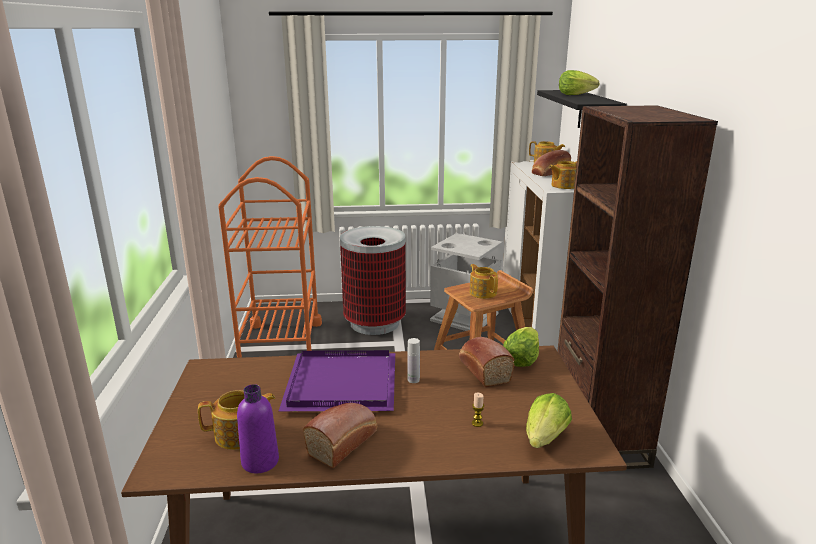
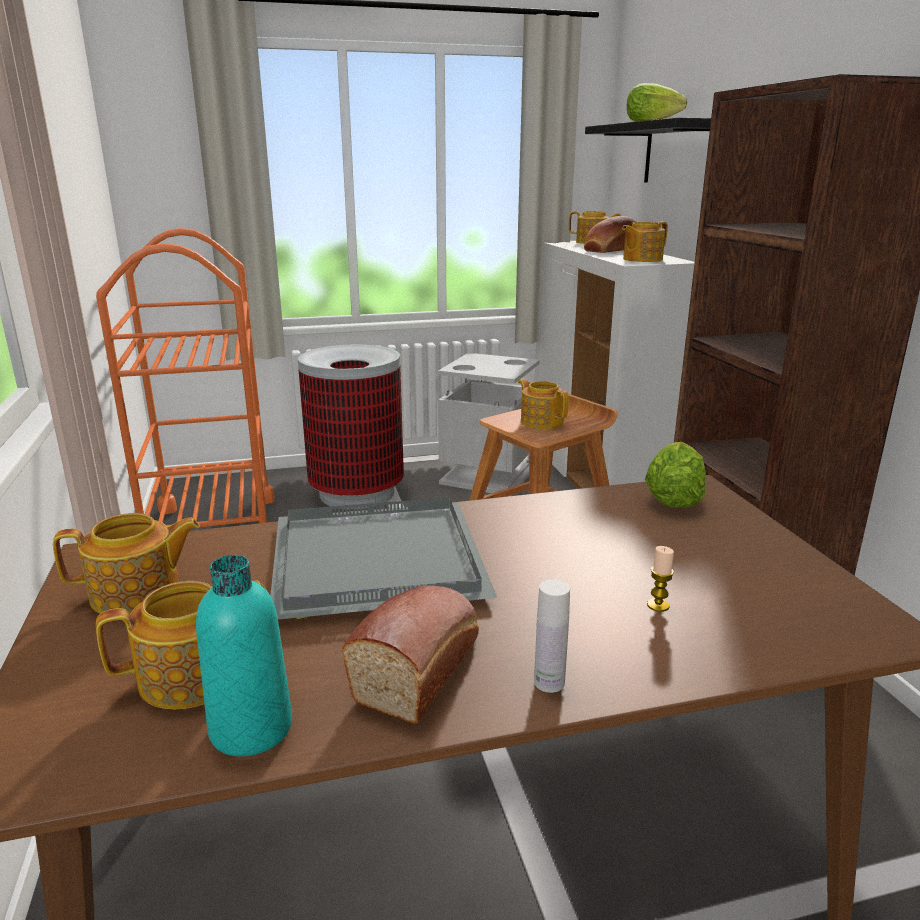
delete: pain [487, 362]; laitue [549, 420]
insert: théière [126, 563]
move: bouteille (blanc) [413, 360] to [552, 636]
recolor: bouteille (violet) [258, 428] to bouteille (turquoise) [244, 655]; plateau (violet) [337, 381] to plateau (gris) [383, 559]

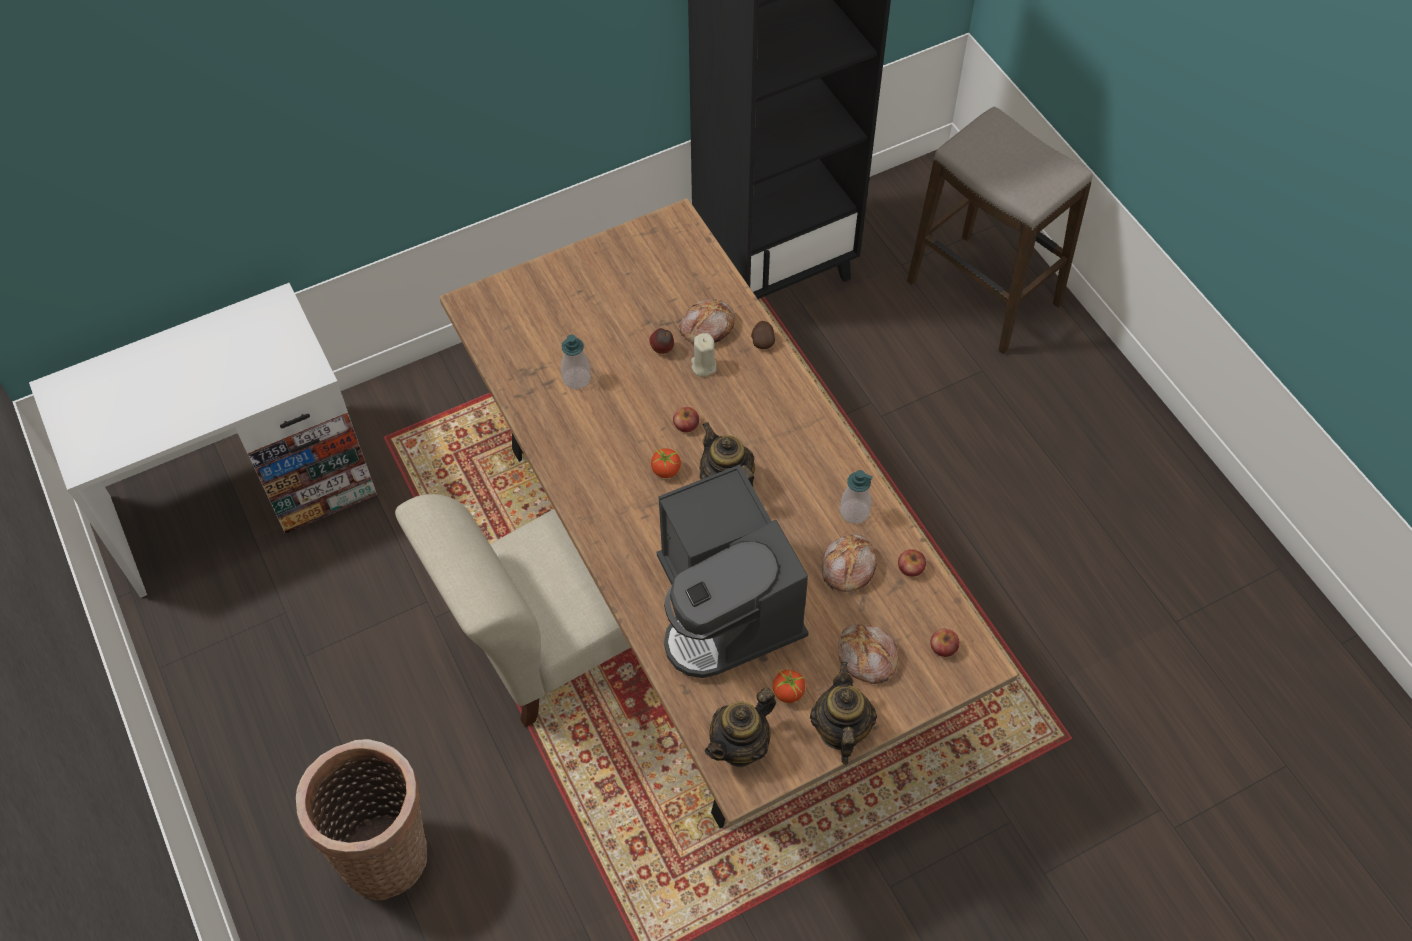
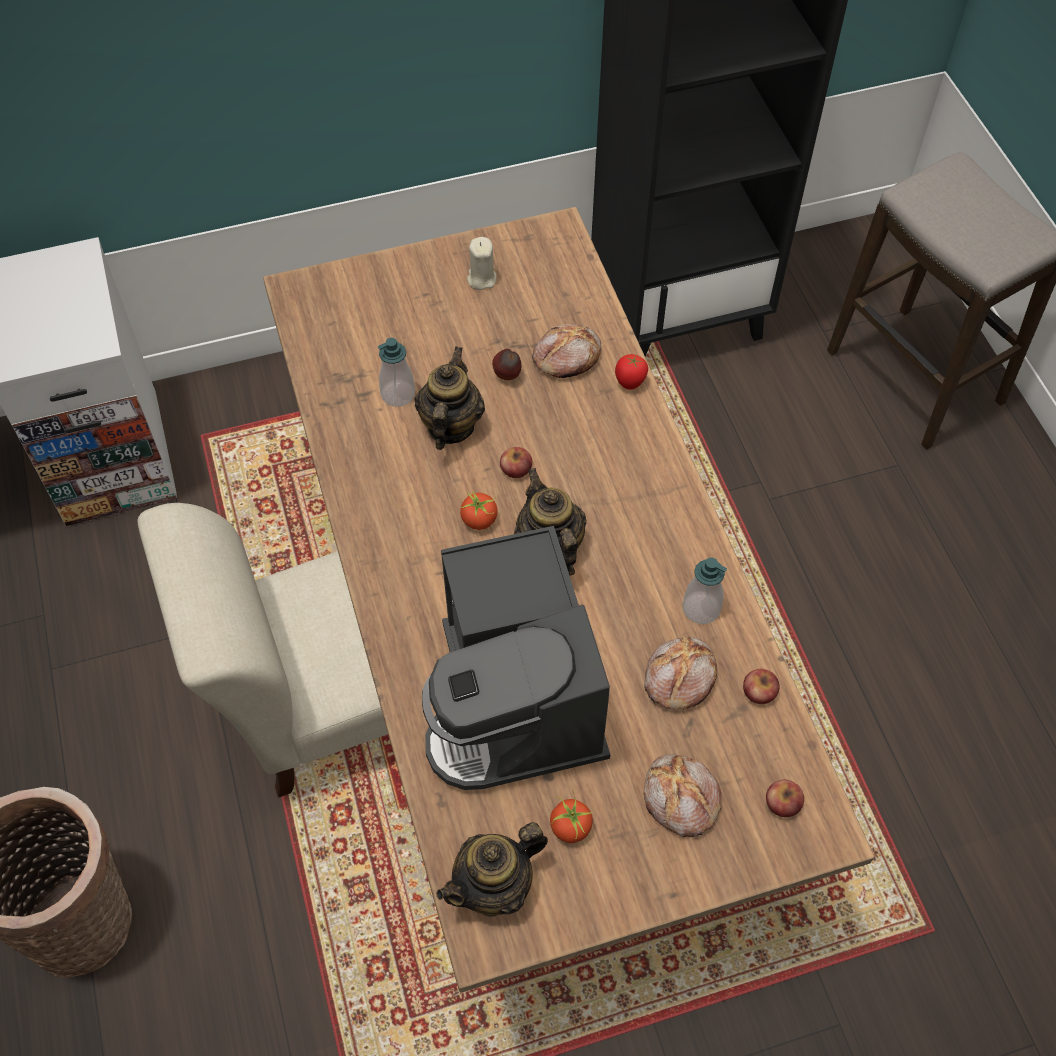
move: théière [843, 713] to [450, 398]; bougie (beige) [704, 355] to [481, 263]
replace: pomme de terre [763, 335] to tomate [631, 372]

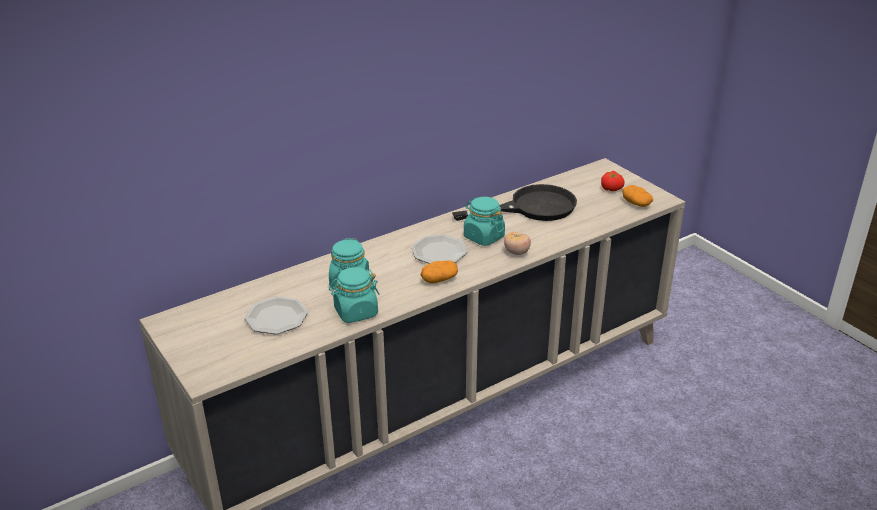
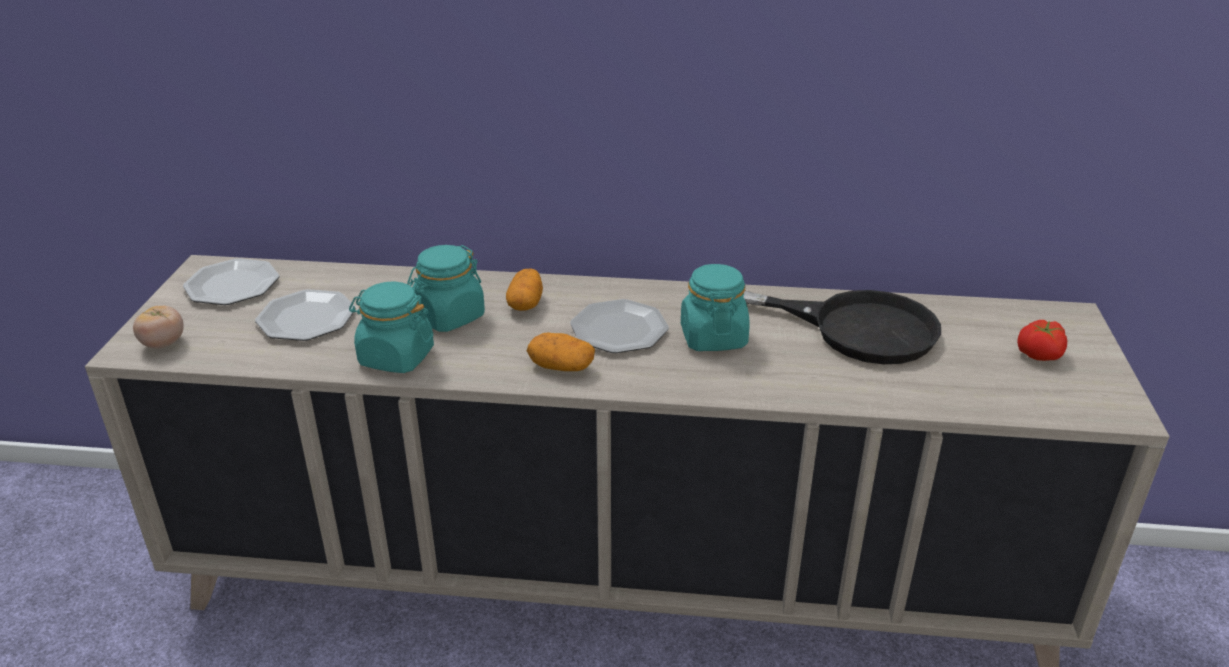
insert: assiette [231, 281]
move: tomate [517, 243] to [158, 327]; pomme de terre [637, 196] to [524, 290]

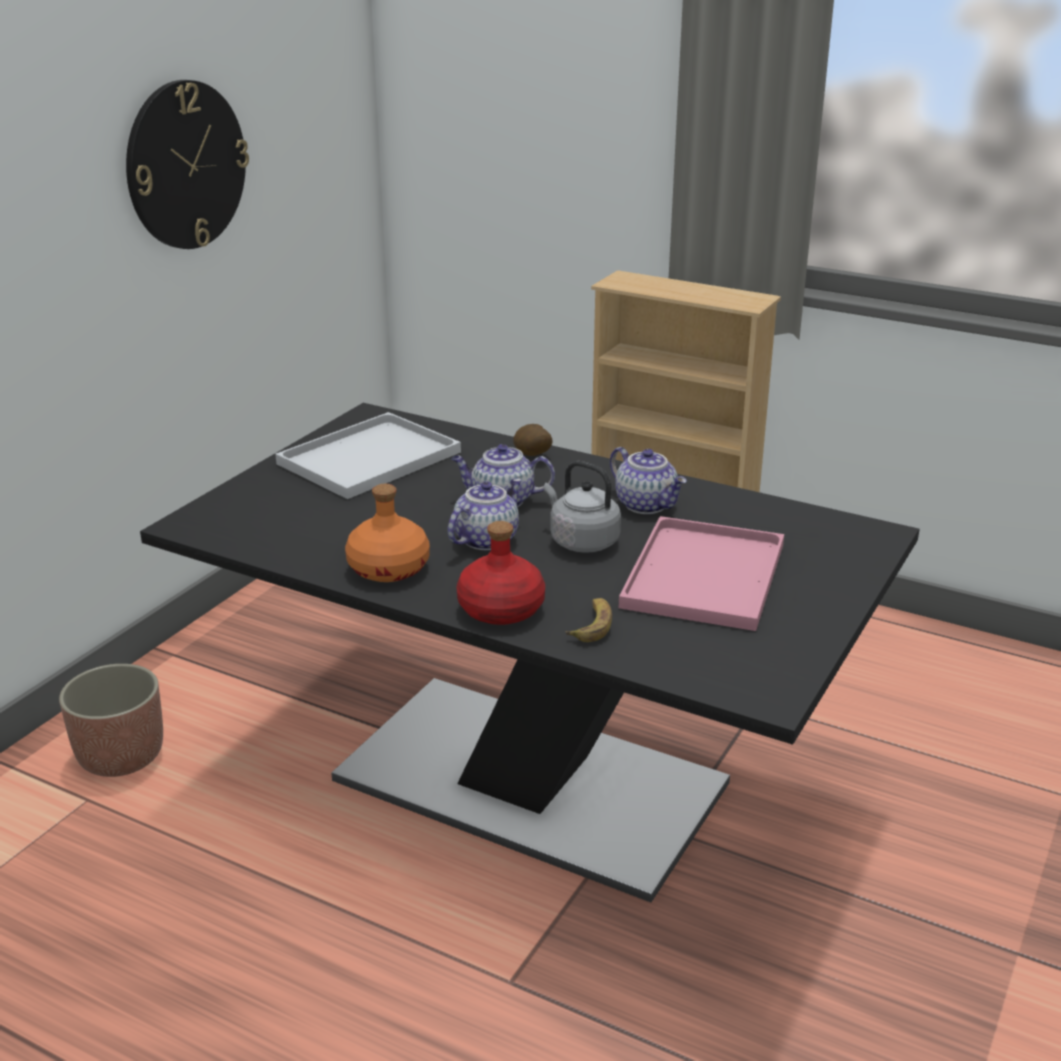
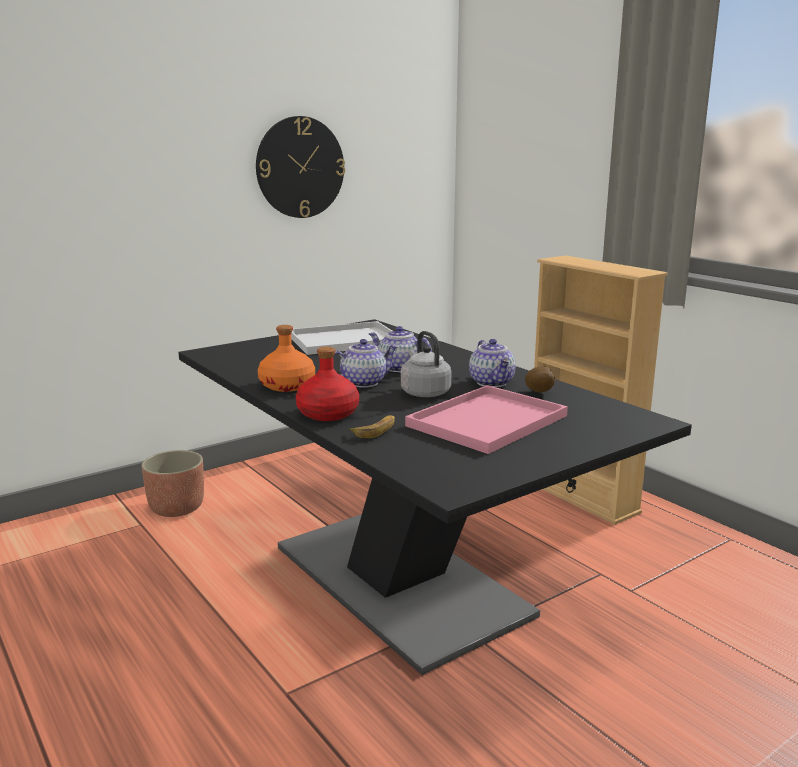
move: pomme de terre [532, 440] to [540, 379]

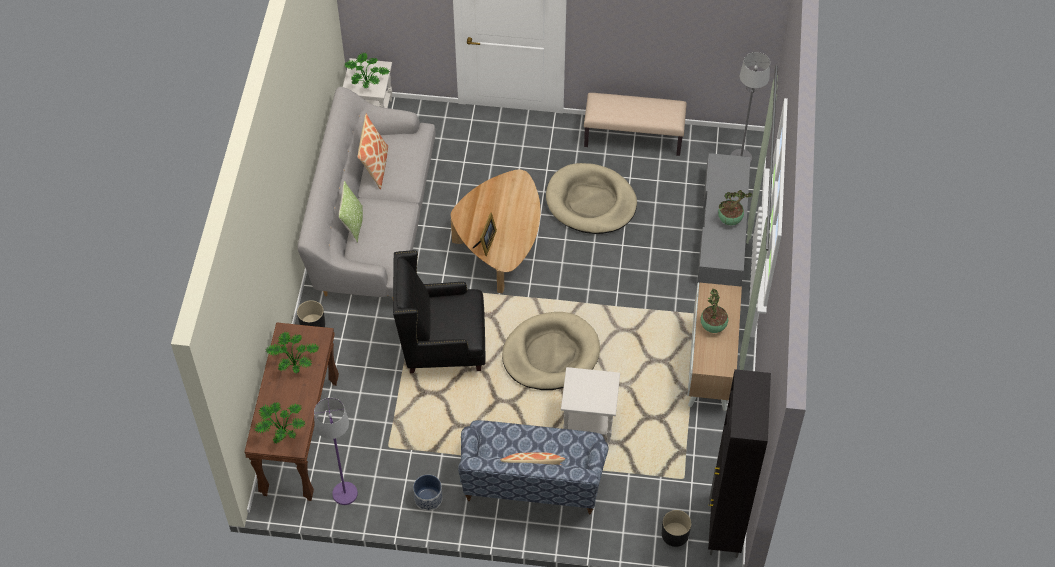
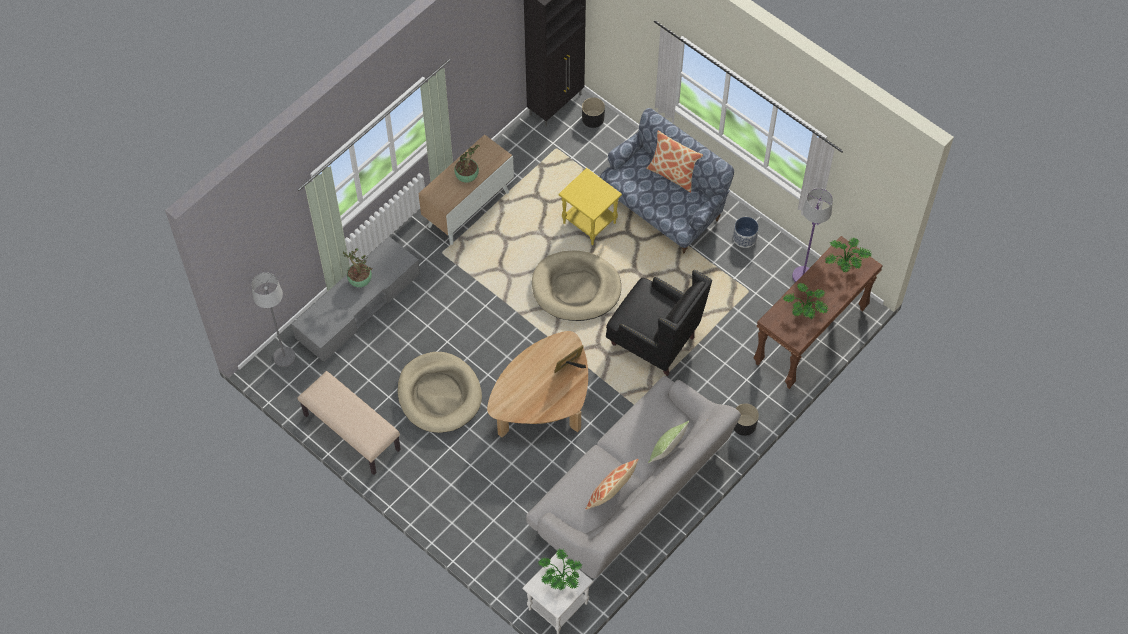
recolor: table d'appoint (blanc) [590, 404] to table d'appoint (jaune) [590, 206]

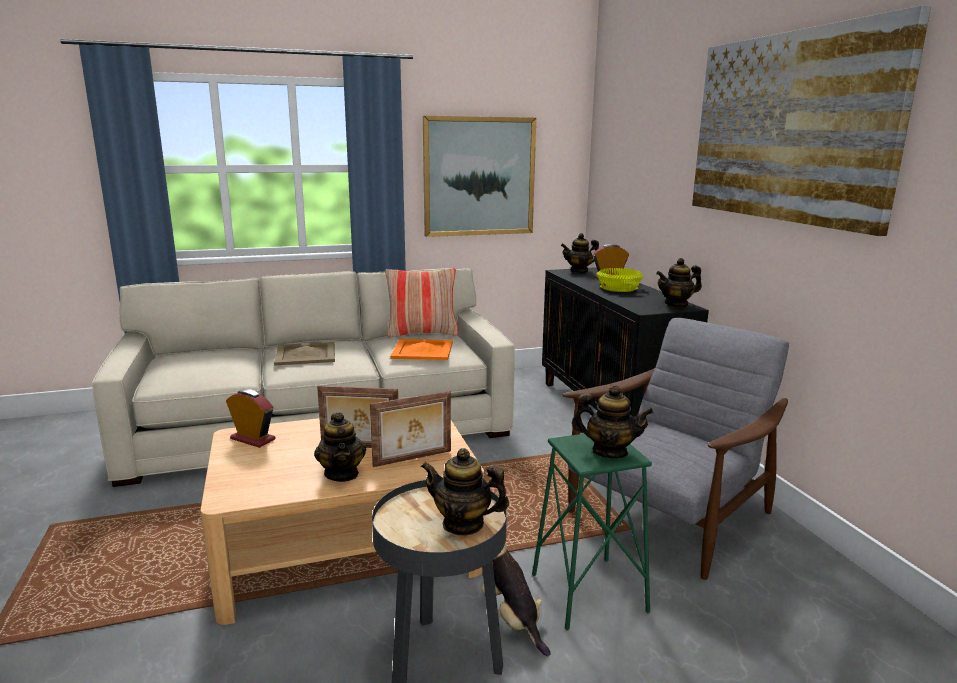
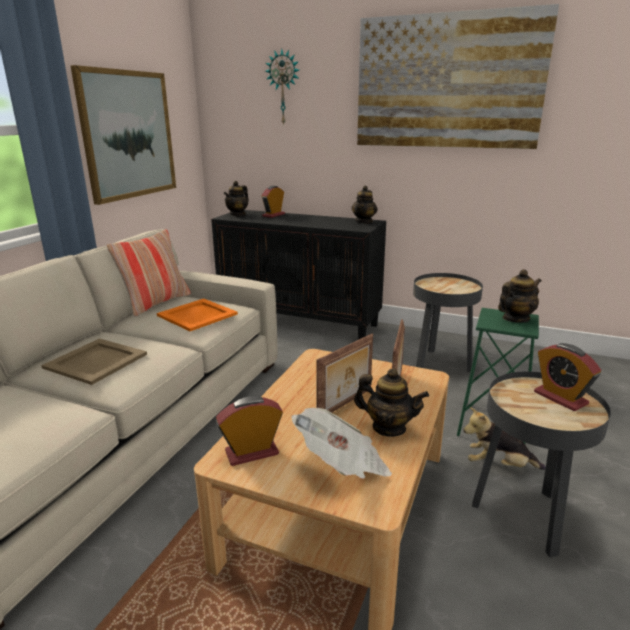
delete: bol (jaune) [620, 280]
insert: horloge murale [282, 87]; journal [342, 443]
replace: fauteuil (gris) [676, 449] to table d'appoint (noir) [448, 322]; théière [465, 492] to réveil [567, 377]

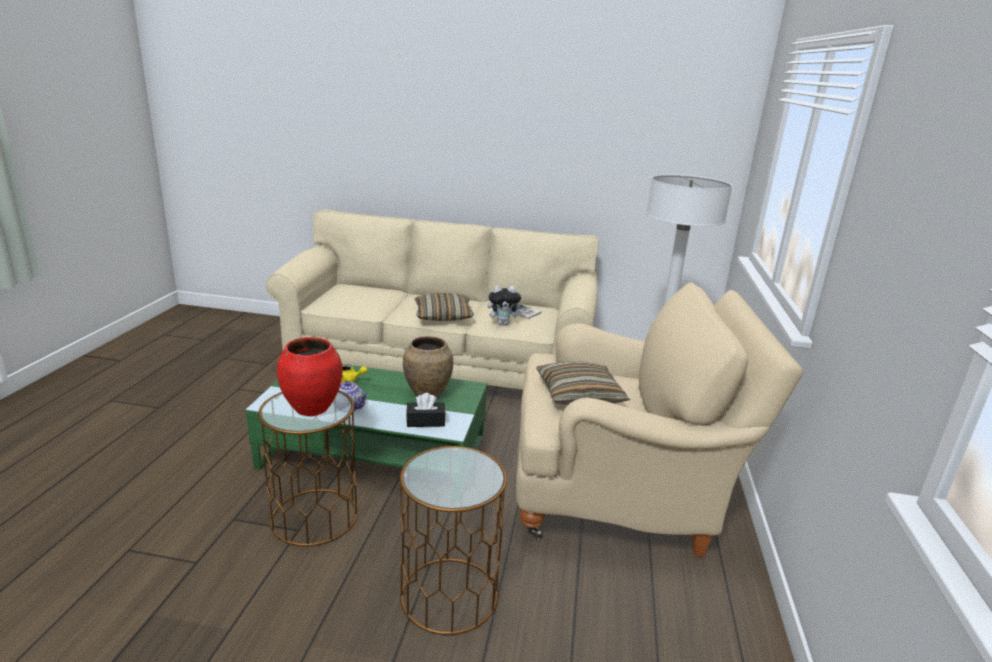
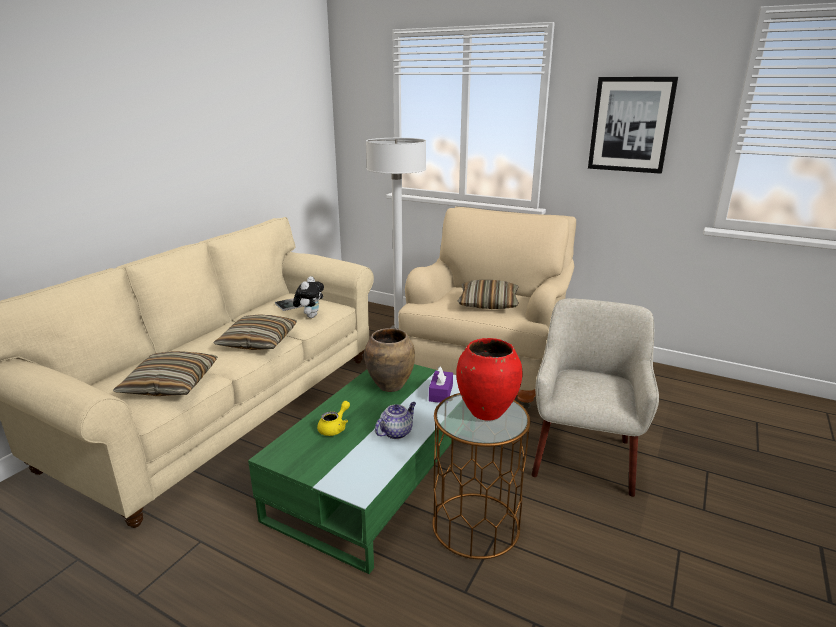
insert: coussin [165, 373]; tableau [633, 125]
replace: table d'appoint (marron) [453, 540] to fauteuil (beige) [595, 397]
recolor: boîte à mouchoirs (noir) [426, 410] to boîte à mouchoirs (violet) [441, 384]

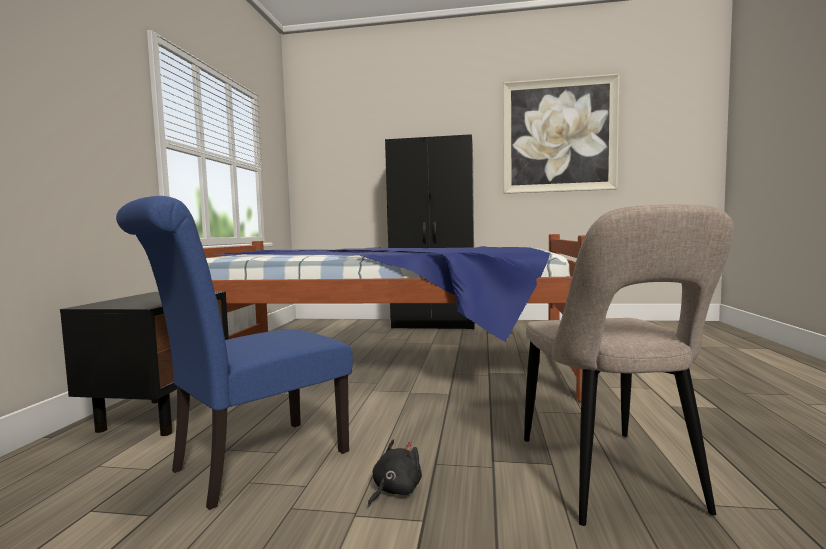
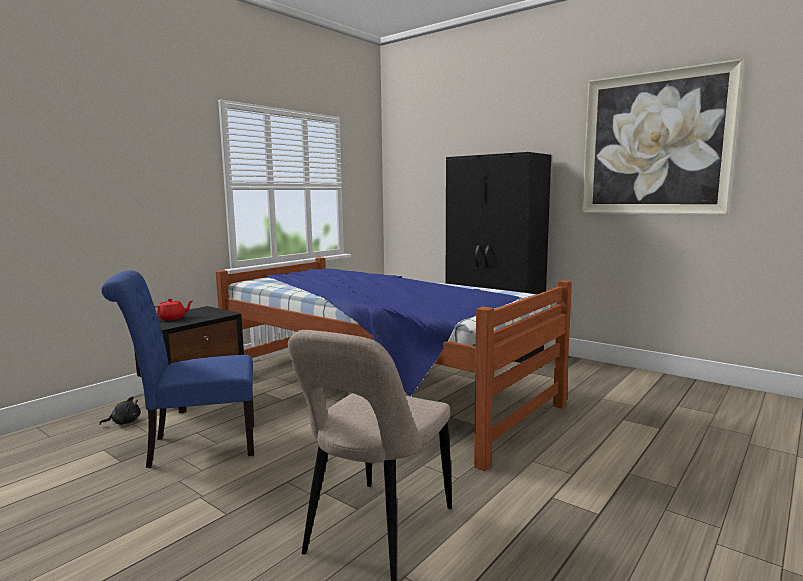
insert: théière (rouge) [174, 309]
move: peluche (noir) [395, 473] to [120, 410]

